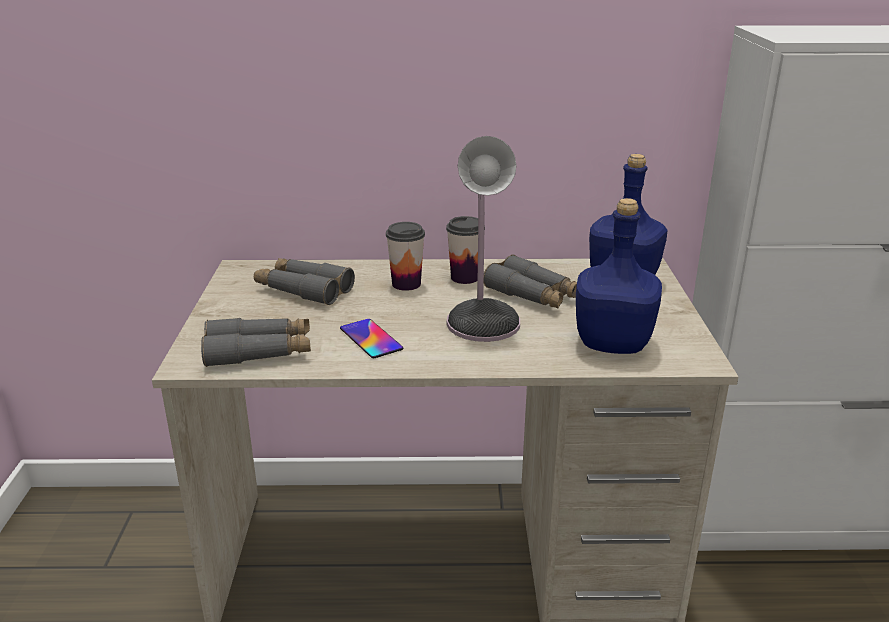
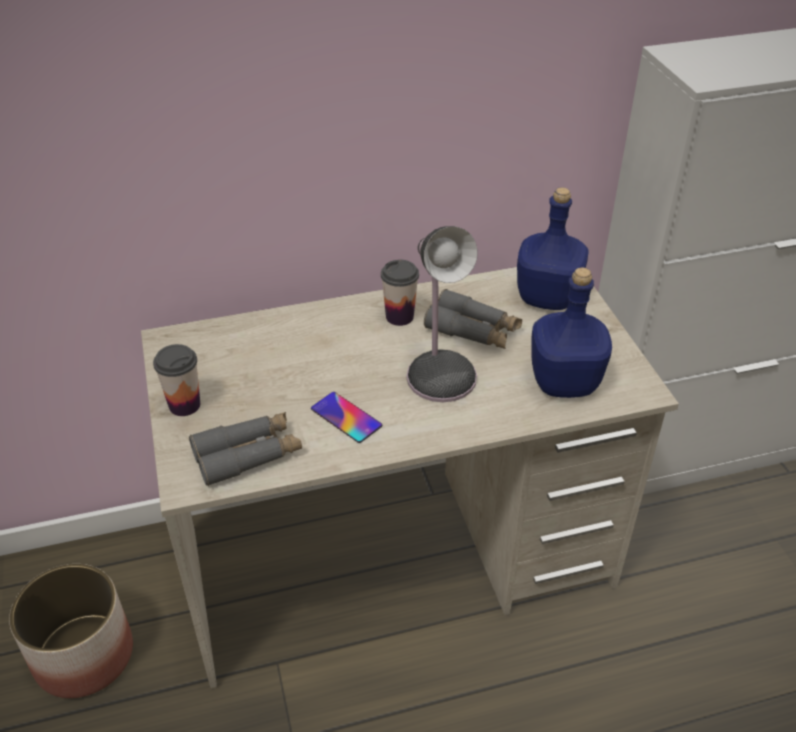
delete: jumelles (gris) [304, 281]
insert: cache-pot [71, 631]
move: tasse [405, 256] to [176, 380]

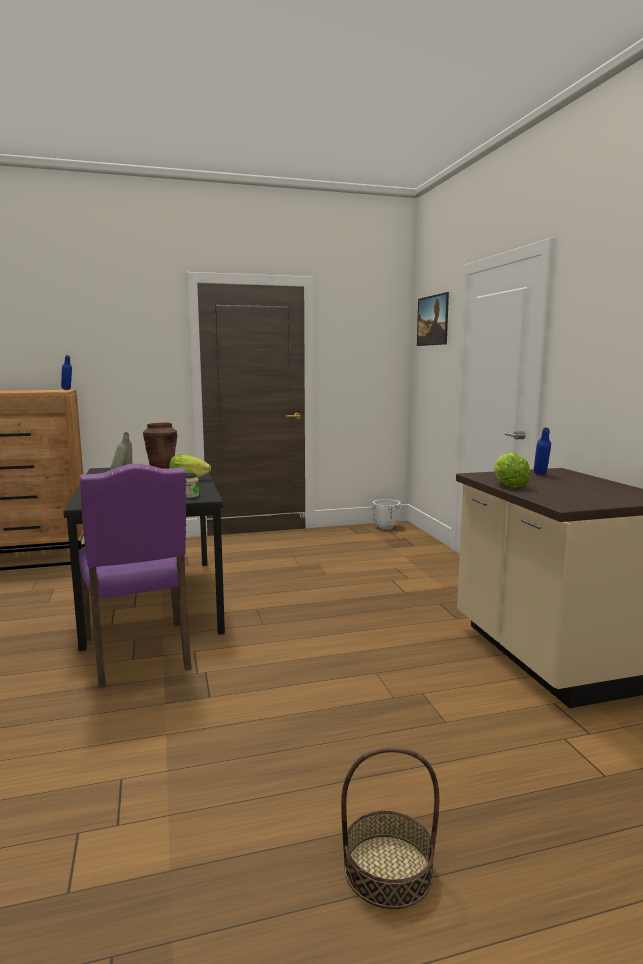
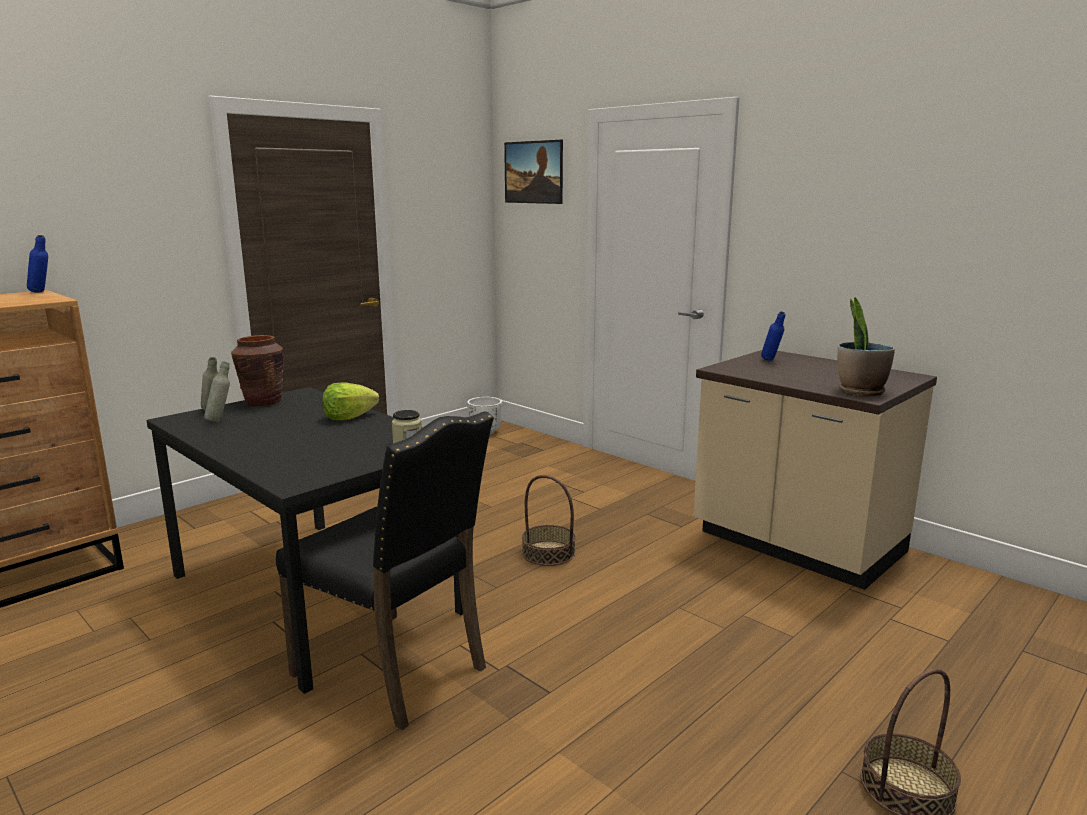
delete: laitue [512, 470]
insert: panier [548, 520]; plante en pot [866, 346]
recolor: chaise (violet) [135, 575] to chaise (noir) [385, 570]

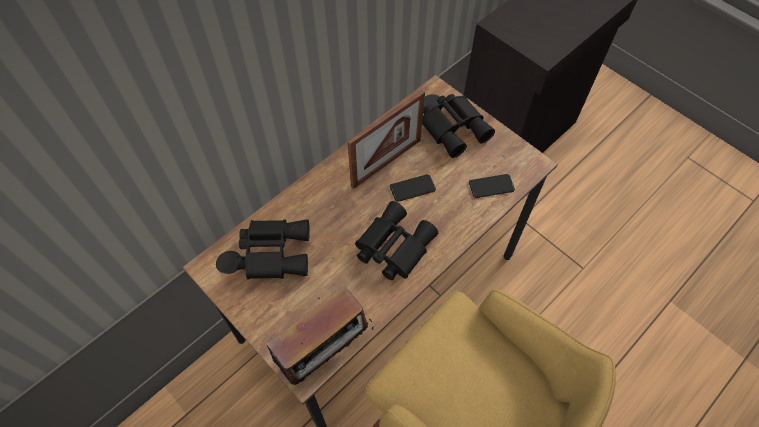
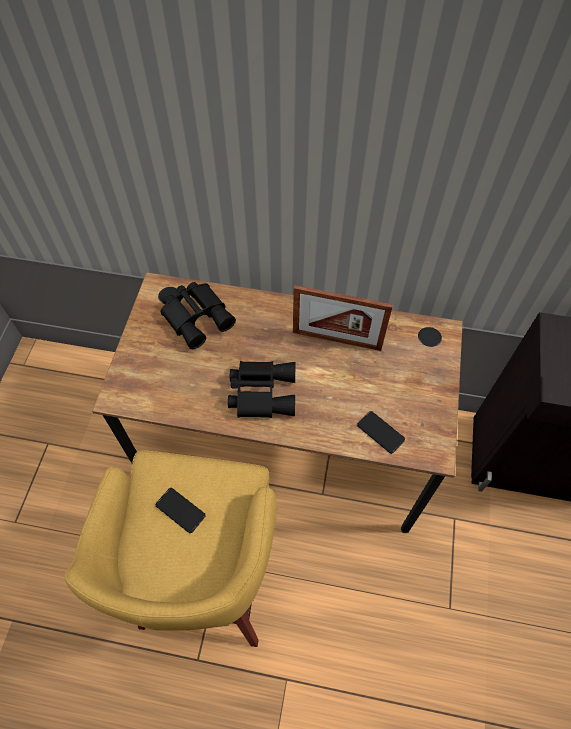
delete: radio [314, 335]; jumelles (noir) [458, 126]
move: téléphone [413, 188] to [181, 510]

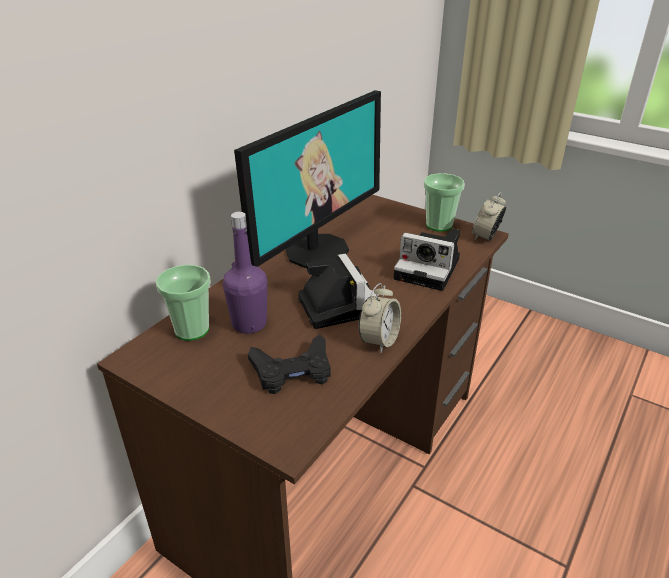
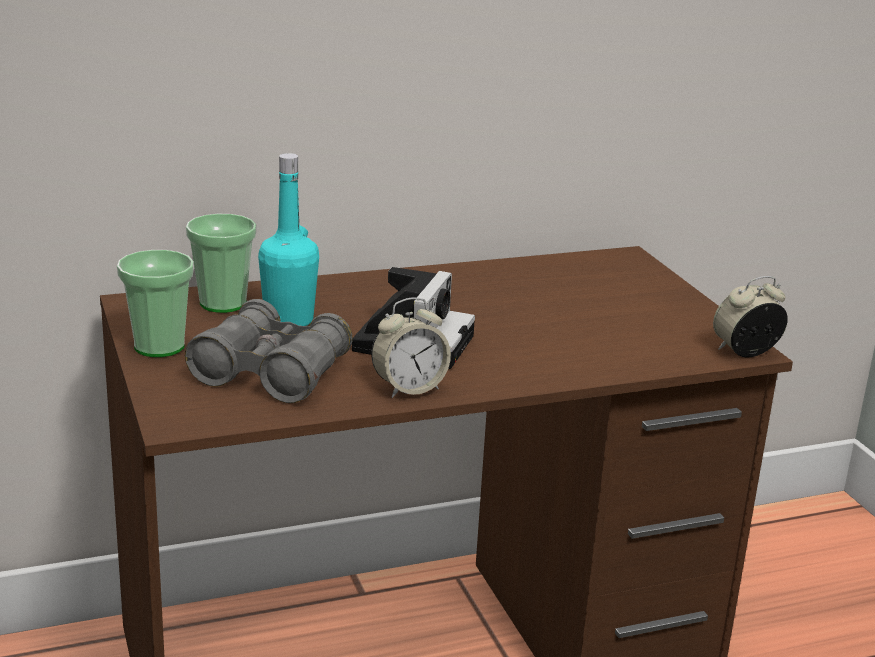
delete: écran d'ordinateur [307, 179]; appareil photo [427, 260]
move: tasse [444, 202] to [155, 303]
replace: manette (noir) [289, 364] to jumelles (gris) [269, 351]
recolor: bouteille (violet) [245, 273] to bouteille (turquoise) [288, 239]

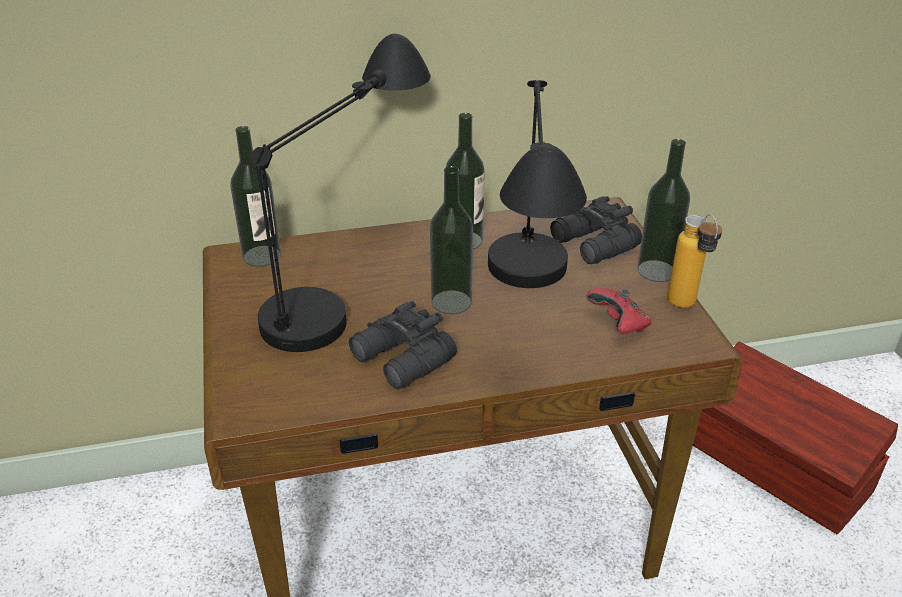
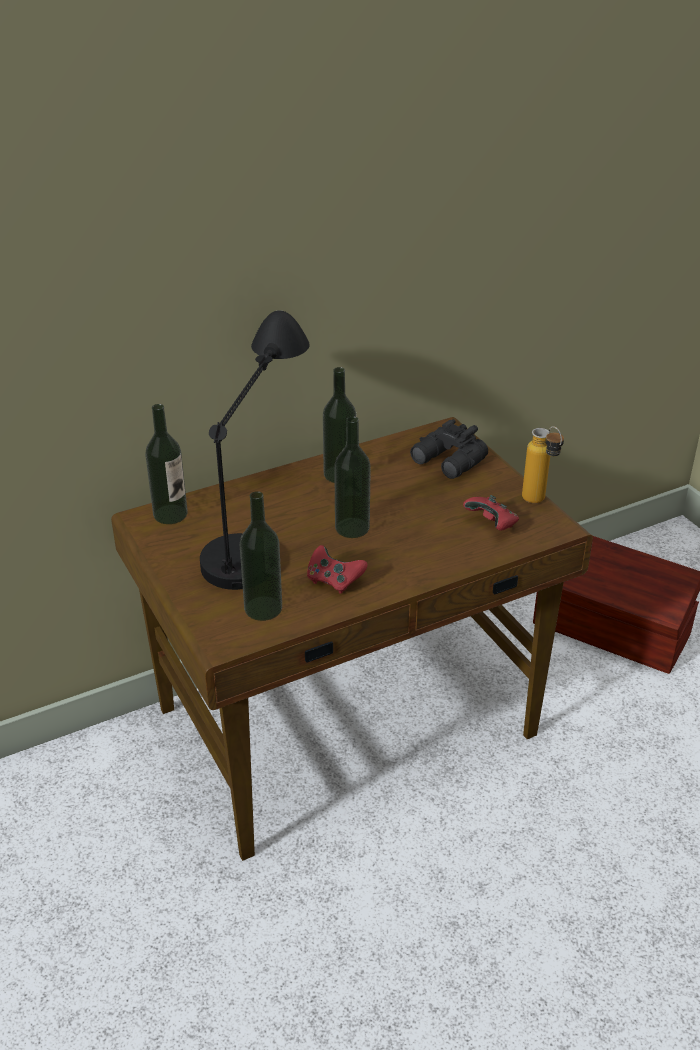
delete: lampe de table (noir) [537, 184]
move: bouteille [663, 210] to [261, 556]
replace: jumelles (noir) [403, 345] to manette (rouge) [337, 569]

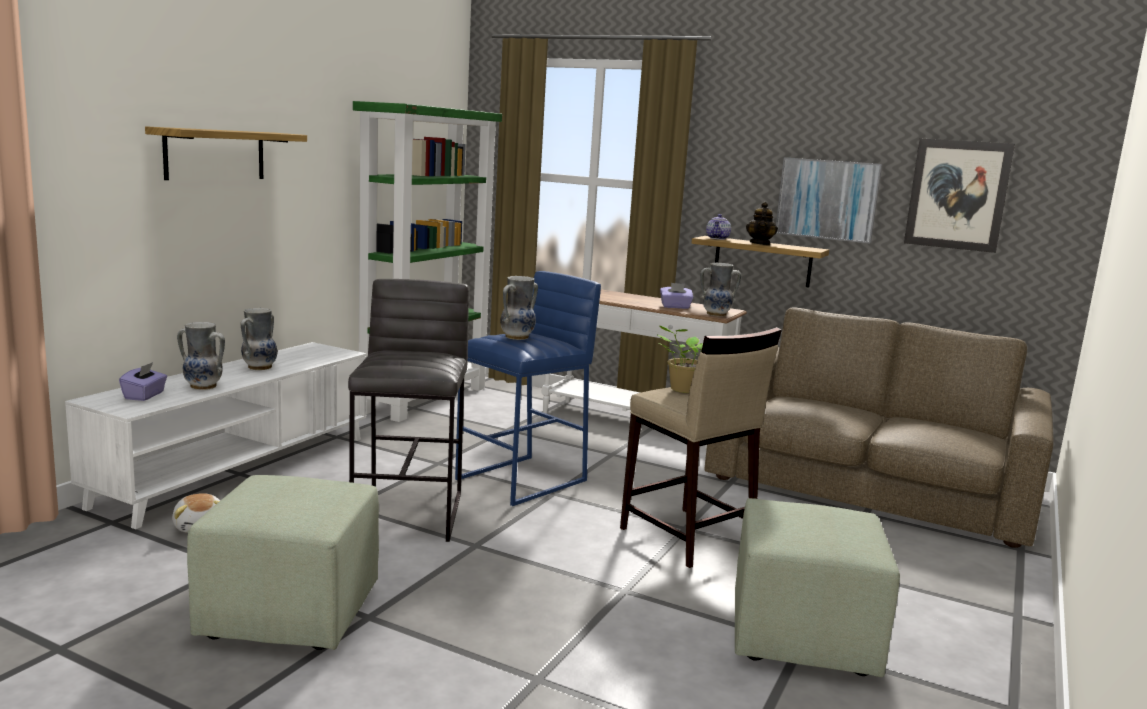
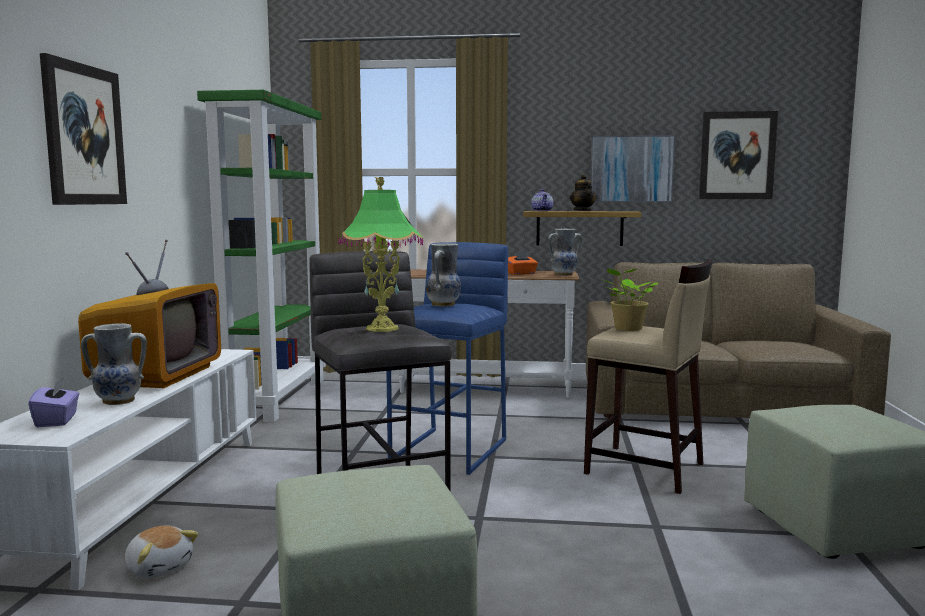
insert: lampe de table [380, 254]
replace: étagère [226, 153] to tableau [83, 129]; vase [259, 339] to téléviseur [149, 314]
recolor: boîte à mouchoirs (violet) [676, 296] to boîte à mouchoirs (orange) [523, 263]

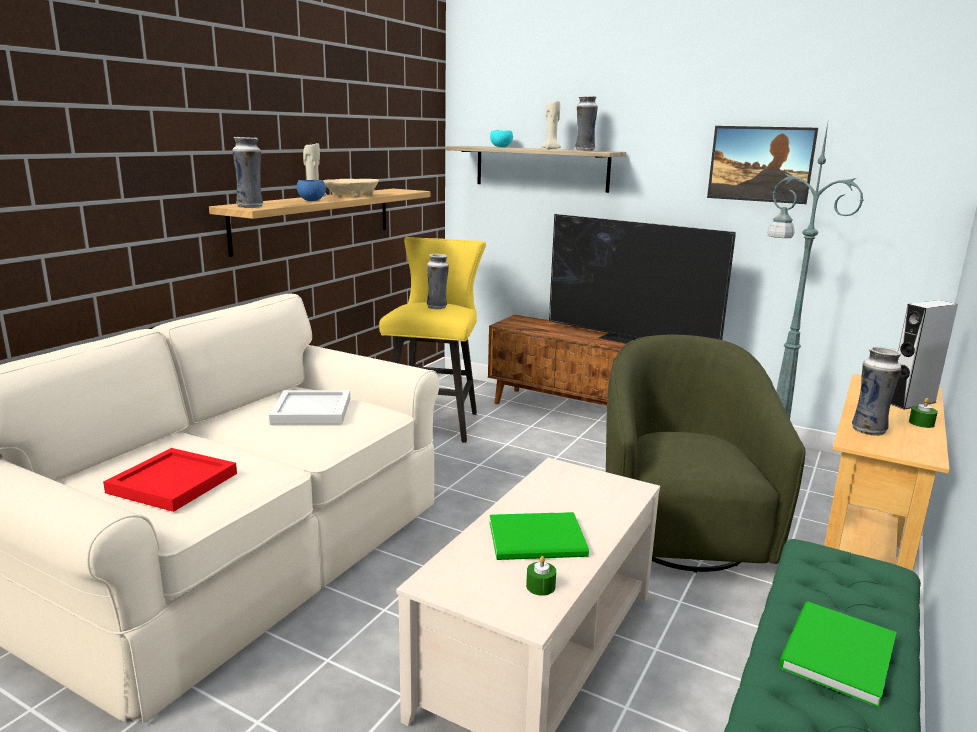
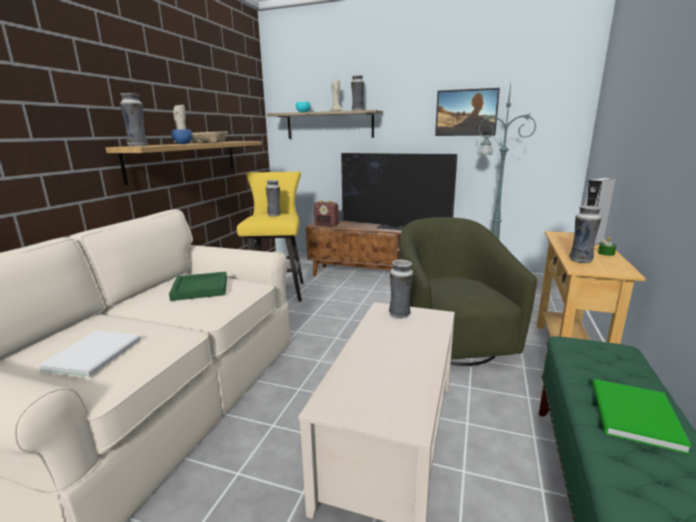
delete: livre (vert) [539, 536]; bougie (vert) [541, 576]
insert: radio [326, 213]; vase [401, 288]
replace: plateau (rouge) [170, 480] to livre (blanc) [90, 354]
recolor: plateau (blanc) [309, 407] to plateau (vert) [198, 286]

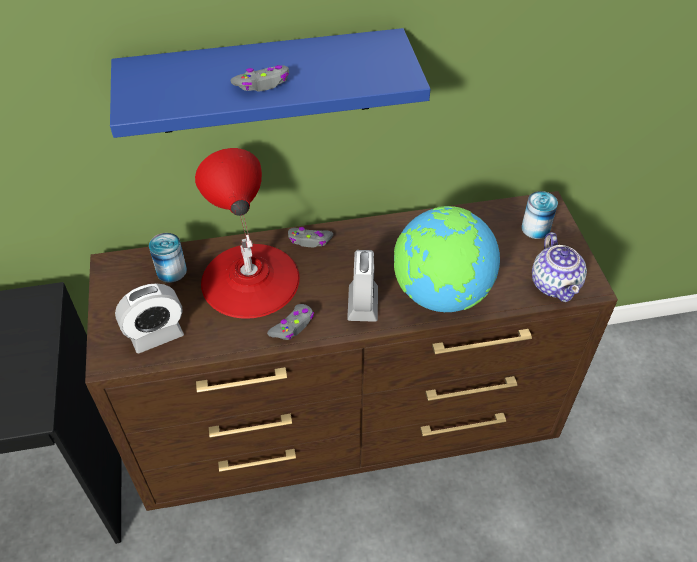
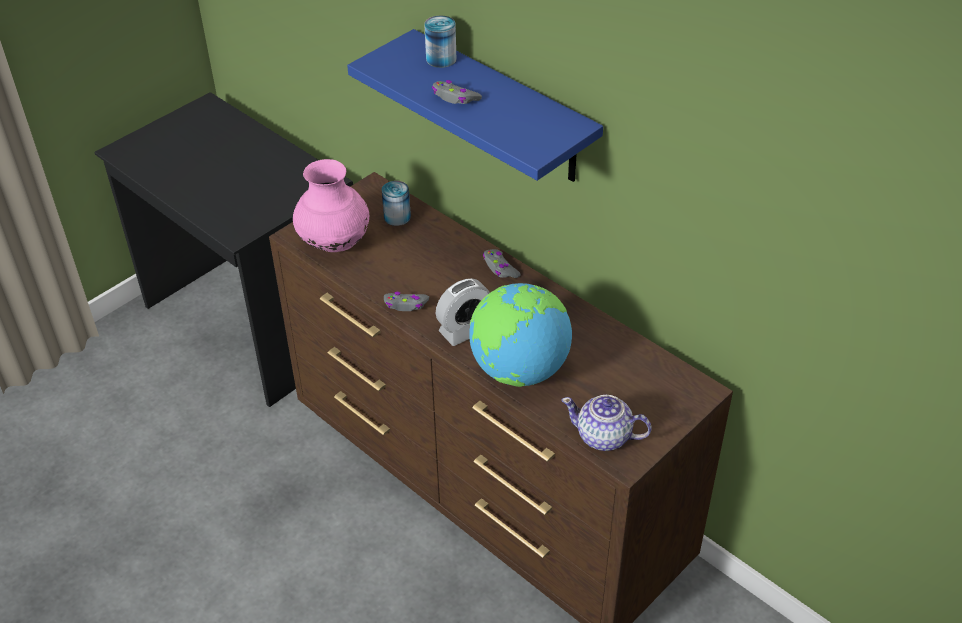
delete: lampe de table (rouge) [247, 233]
move: boîte métallique [539, 215] to [440, 42]
replace: réveil [149, 318] to vase (rose) [331, 205]
rotate: théière [559, 267] = [607, 423] 60 degrees clockwise

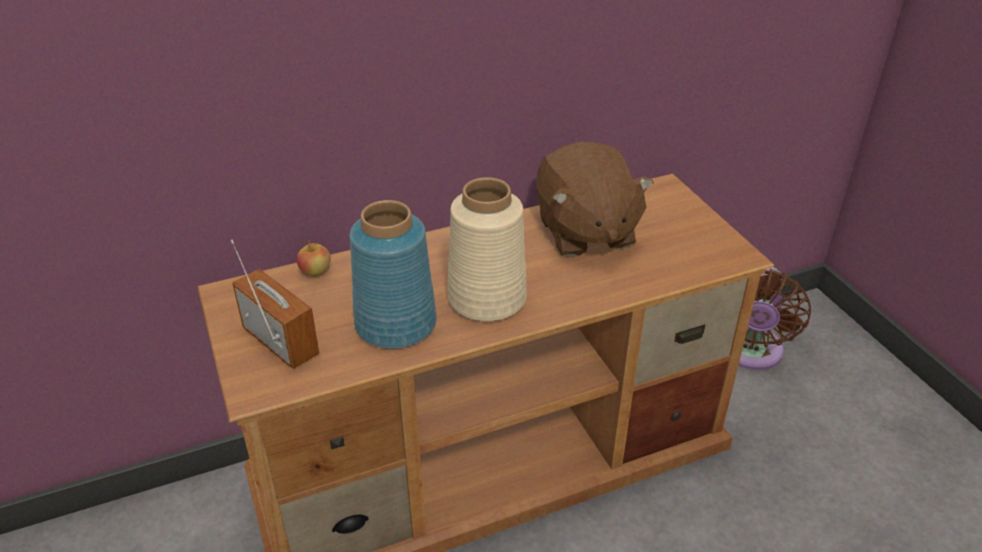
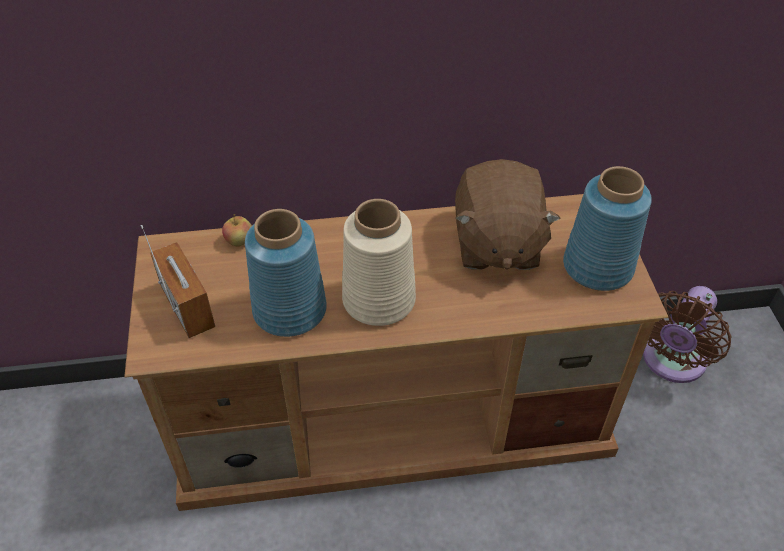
insert: vase (bleu) [607, 228]

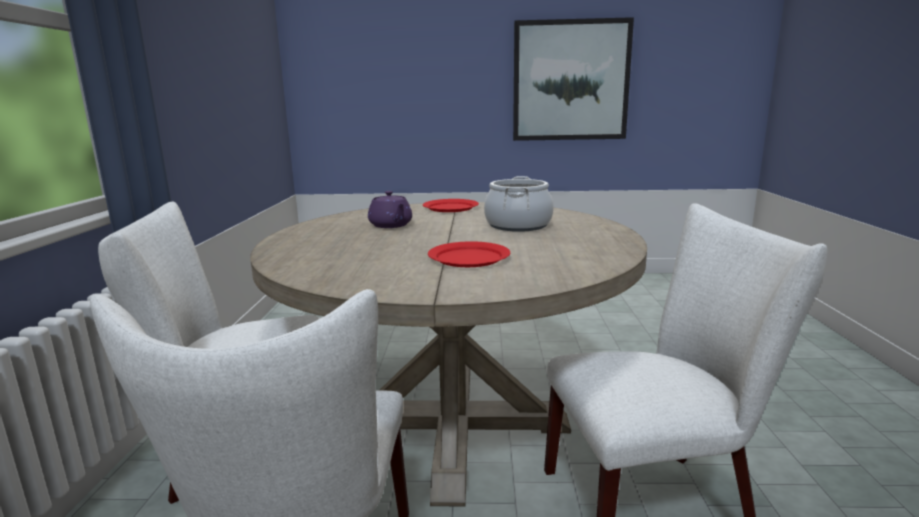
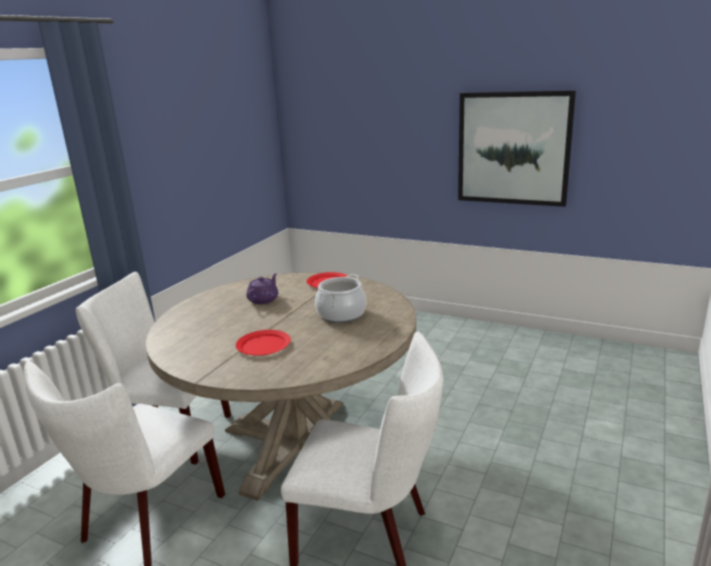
rotate: théière (violet) [390, 209] = [262, 288] 150 degrees counterclockwise

